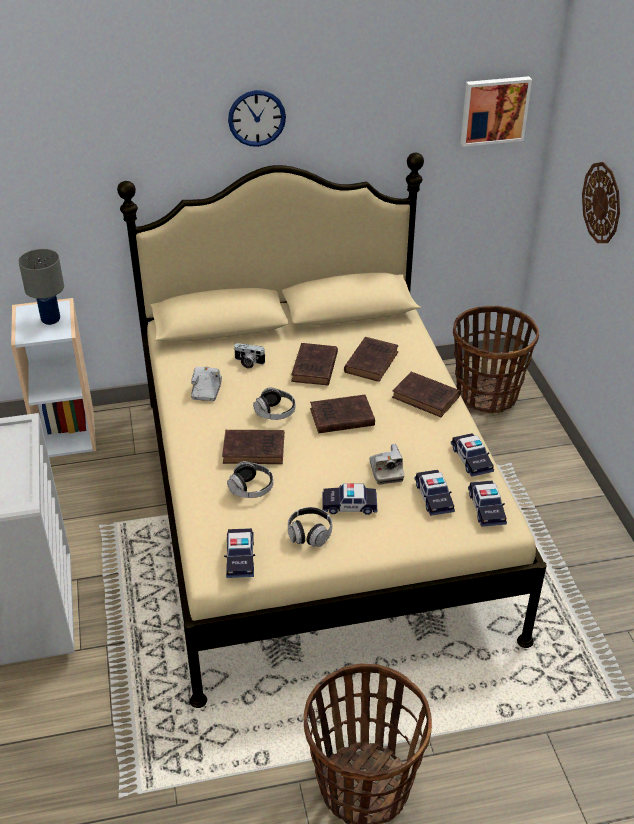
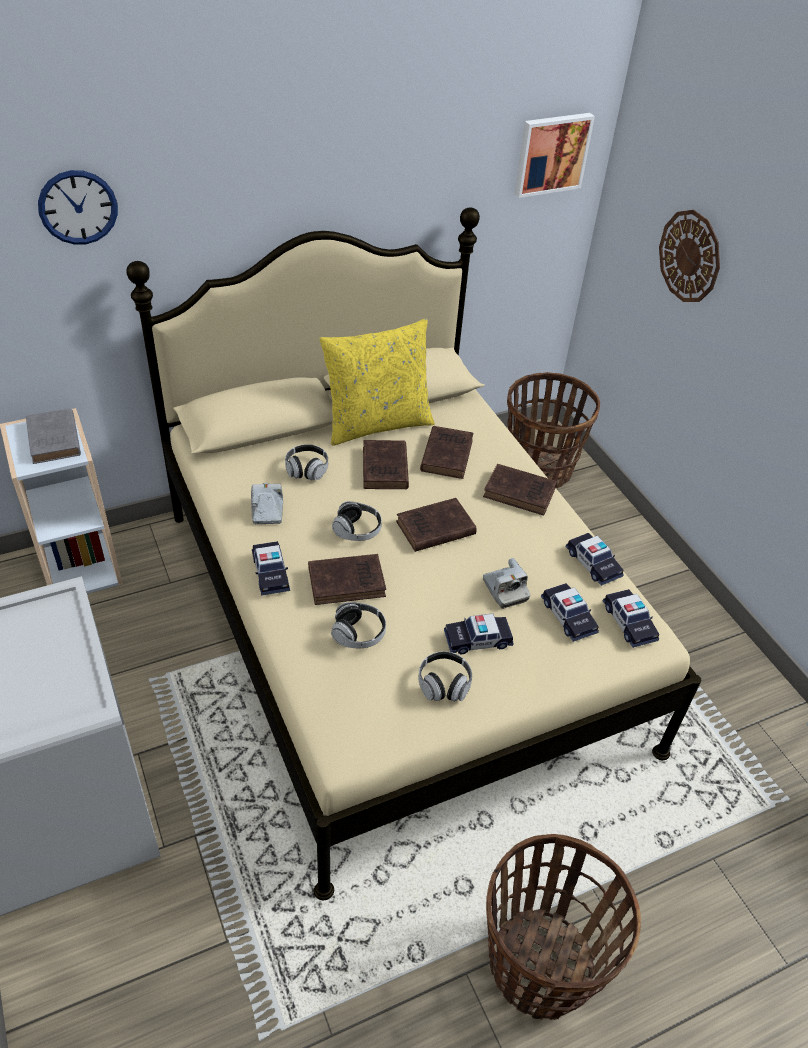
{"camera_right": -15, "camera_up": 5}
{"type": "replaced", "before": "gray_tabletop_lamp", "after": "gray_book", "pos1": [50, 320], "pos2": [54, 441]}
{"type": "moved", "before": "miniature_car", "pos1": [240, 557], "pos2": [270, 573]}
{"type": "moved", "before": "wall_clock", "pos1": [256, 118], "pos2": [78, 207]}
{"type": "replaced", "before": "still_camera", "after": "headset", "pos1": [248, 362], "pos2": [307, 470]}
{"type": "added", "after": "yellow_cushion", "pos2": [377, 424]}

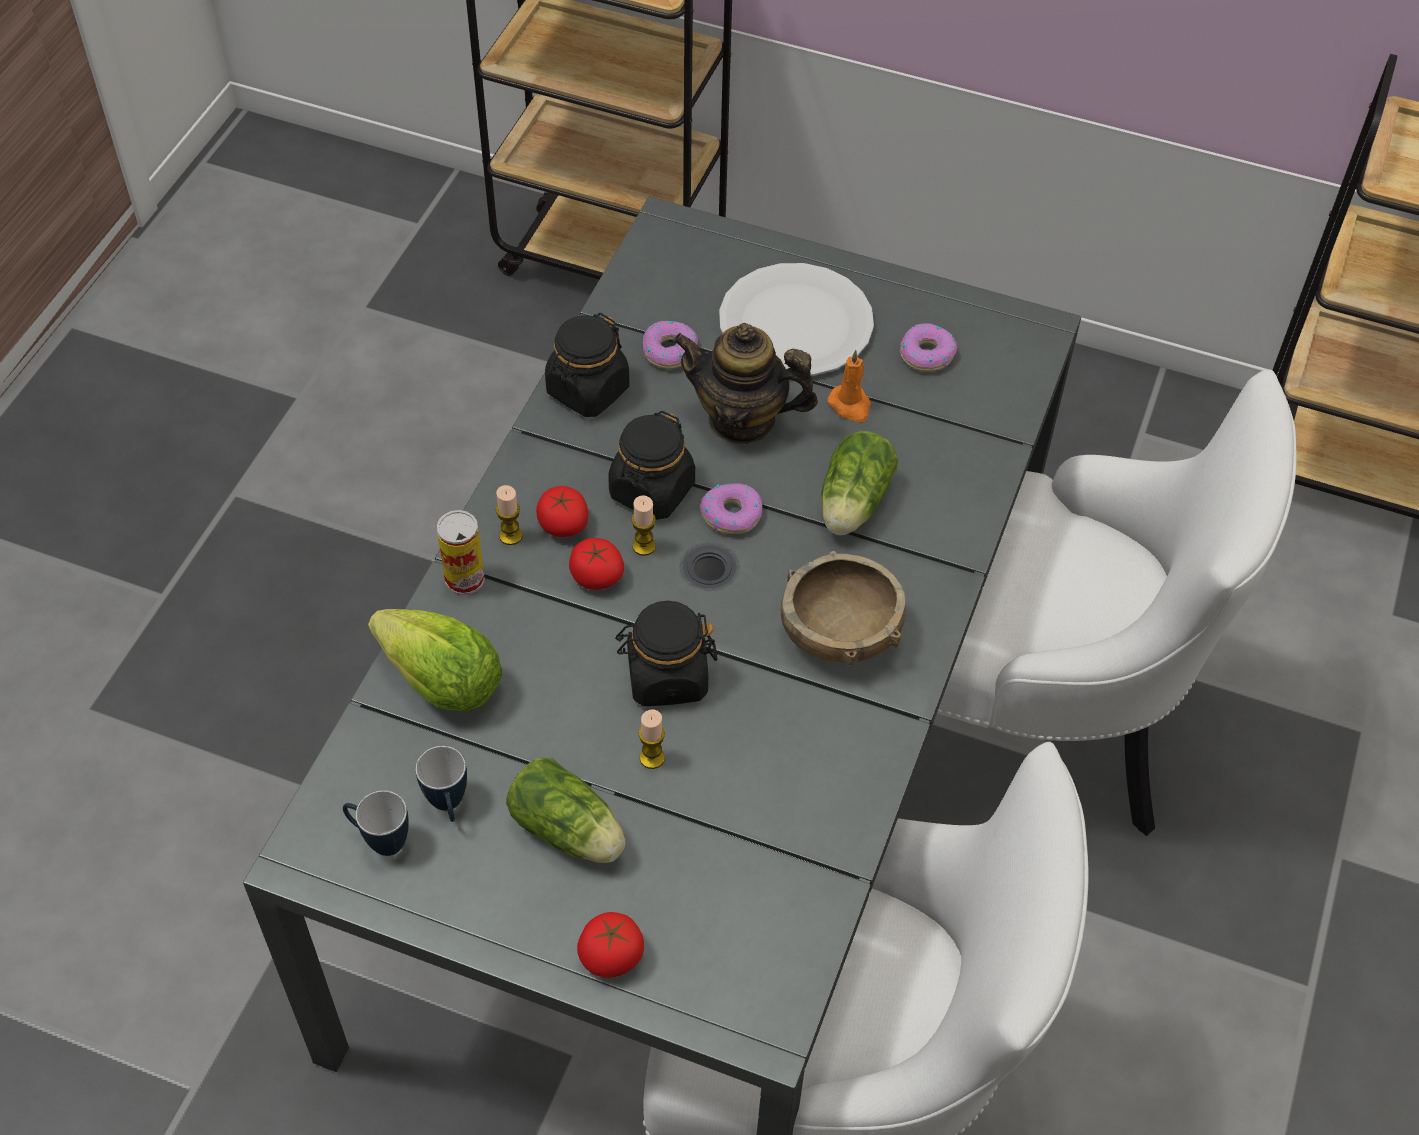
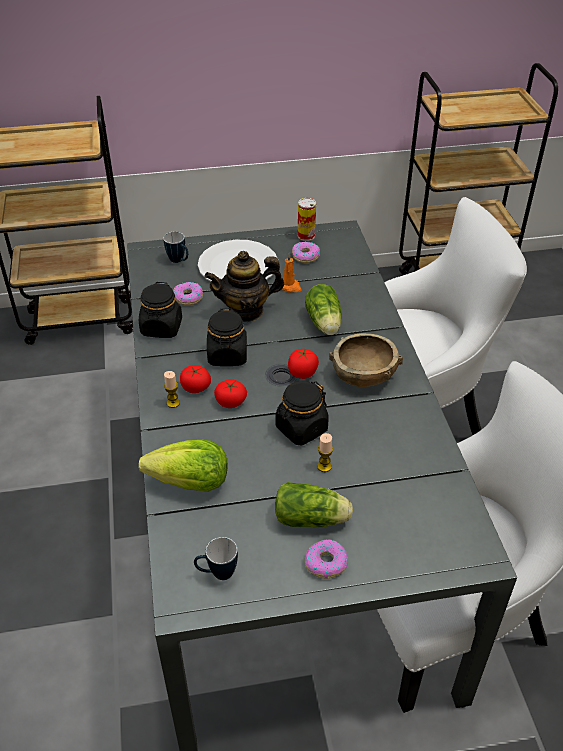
{"camera_right": -30, "camera_up": -10}
{"type": "moved", "before": "coffee_mug", "pos1": [448, 807], "pos2": [179, 261]}
{"type": "moved", "before": "sealed_can", "pos1": [464, 579], "pos2": [306, 236]}
{"type": "moved", "before": "whole_tomato", "pos1": [611, 957], "pos2": [302, 373]}
{"type": "removed", "before": "candle", "pos1": [644, 546]}
{"type": "moved", "before": "ring_doughnut", "pos1": [731, 514], "pos2": [326, 563]}

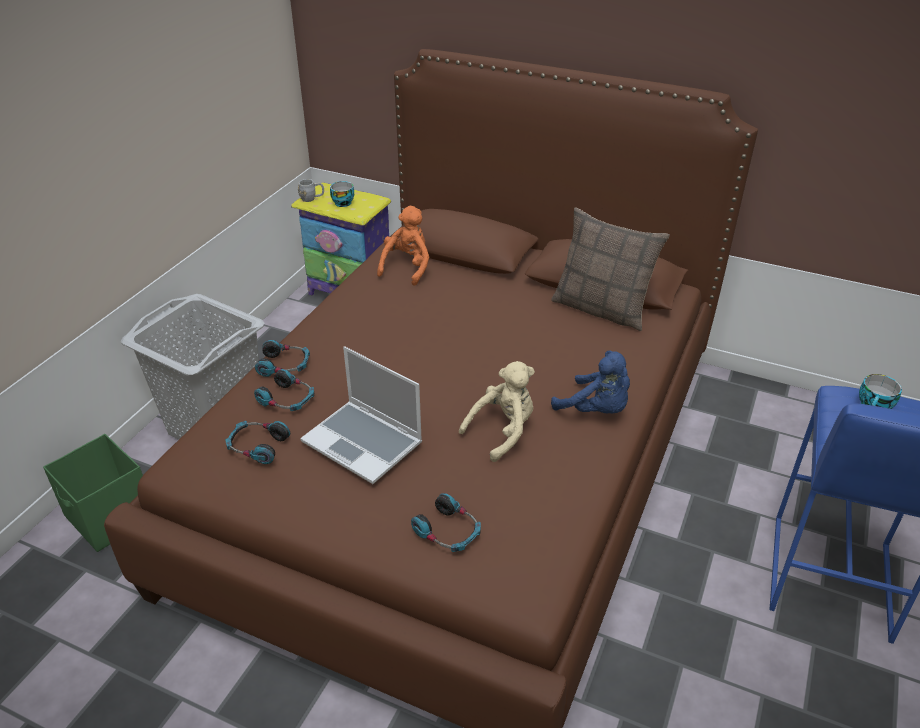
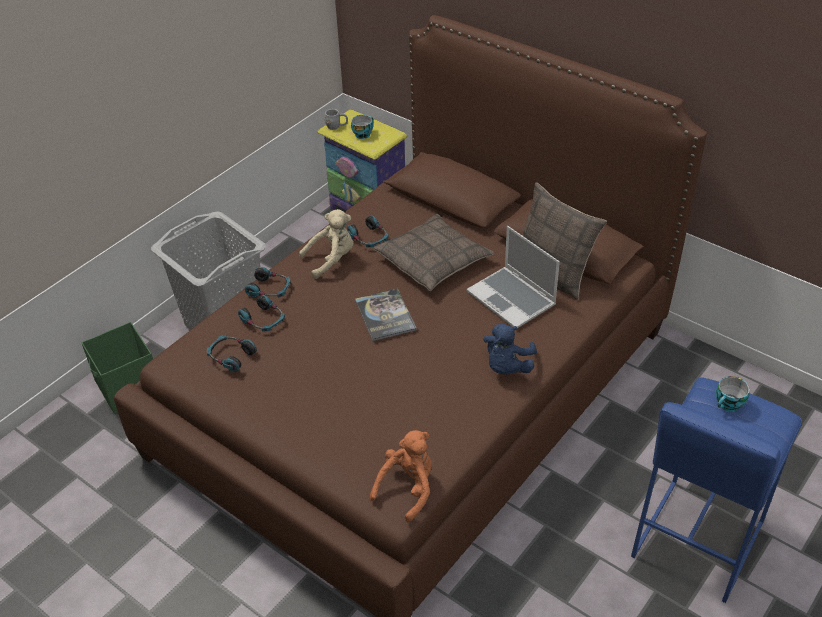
{"camera_right": 15, "camera_up": 5}
{"type": "moved", "before": "laptop", "pos1": [364, 443], "pos2": [512, 299]}
{"type": "moved", "before": "orangey_soft_toy", "pos1": [407, 267], "pos2": [408, 488]}
{"type": "moved", "before": "headset", "pos1": [448, 532], "pos2": [369, 238]}
{"type": "moved", "before": "beige_soft_toy", "pos1": [503, 431], "pos2": [331, 260]}
{"type": "turned", "before": "bluish_soft_toy", "pos1": [596, 410], "pos2": [507, 367], "turn": 60}
{"type": "added", "after": "book", "pos2": [385, 315]}
{"type": "added", "after": "cushion", "pos2": [433, 260]}

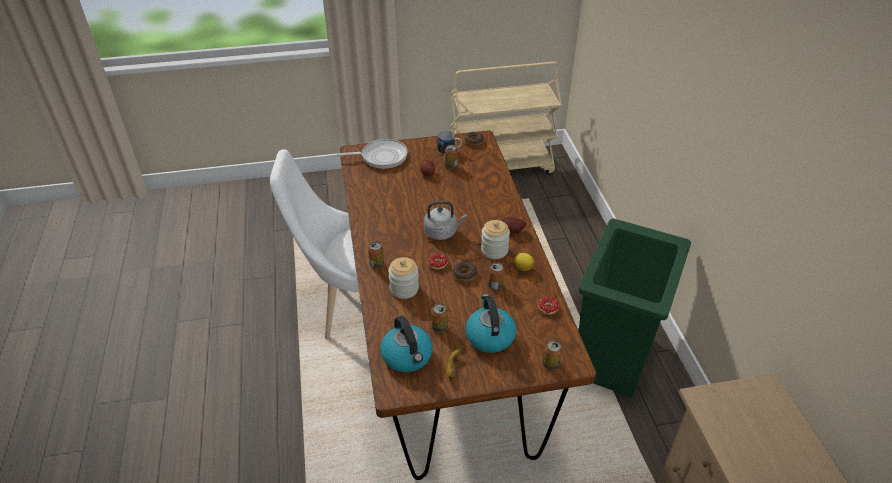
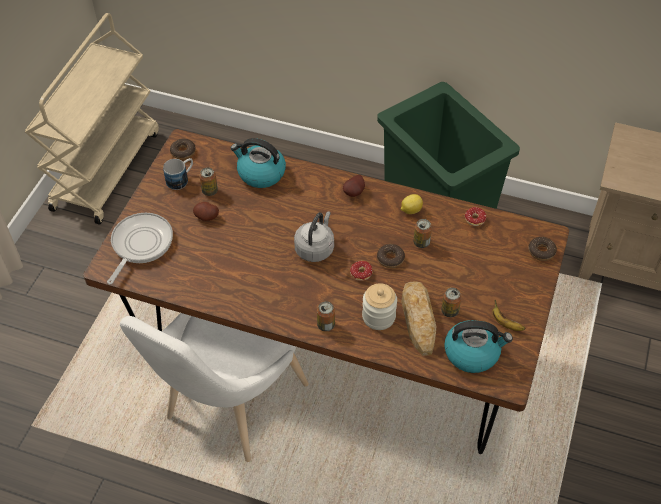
{"camera_right": -60, "camera_up": 10}
{"type": "moved", "before": "water_kettle", "pos1": [489, 336], "pos2": [260, 173]}
{"type": "removed", "before": "preserve_jar", "pos1": [494, 250]}
{"type": "replaced", "before": "sealed_can", "after": "ring_doughnut", "pos1": [551, 364], "pos2": [541, 251]}
{"type": "added", "after": "baked_bread", "pos2": [418, 320]}

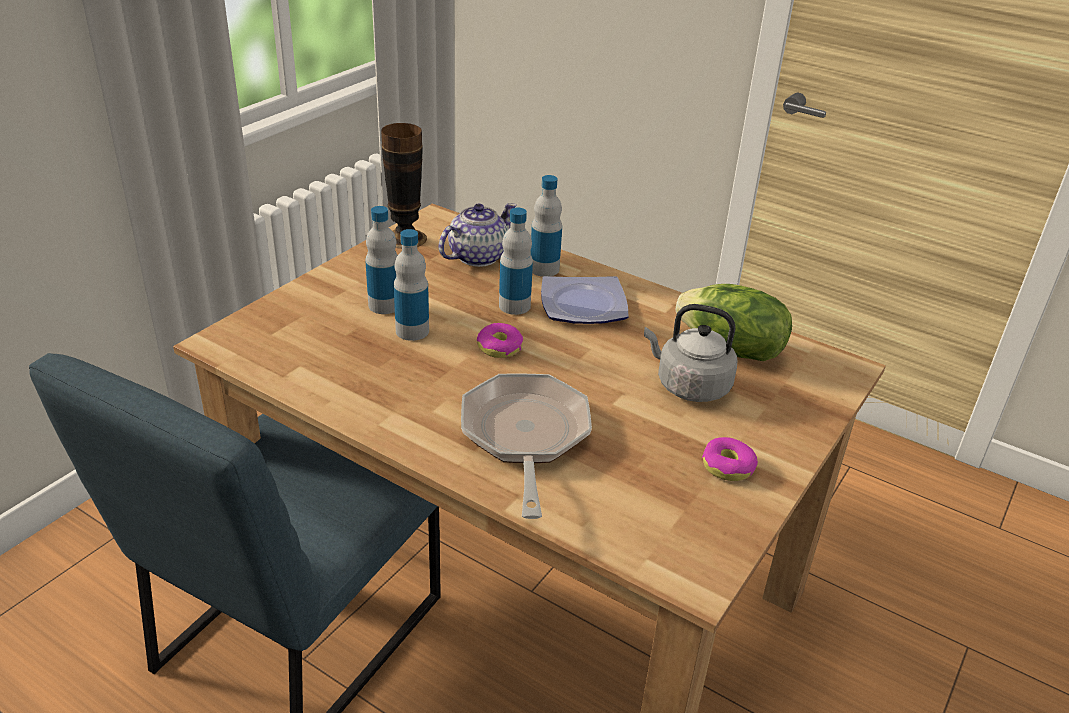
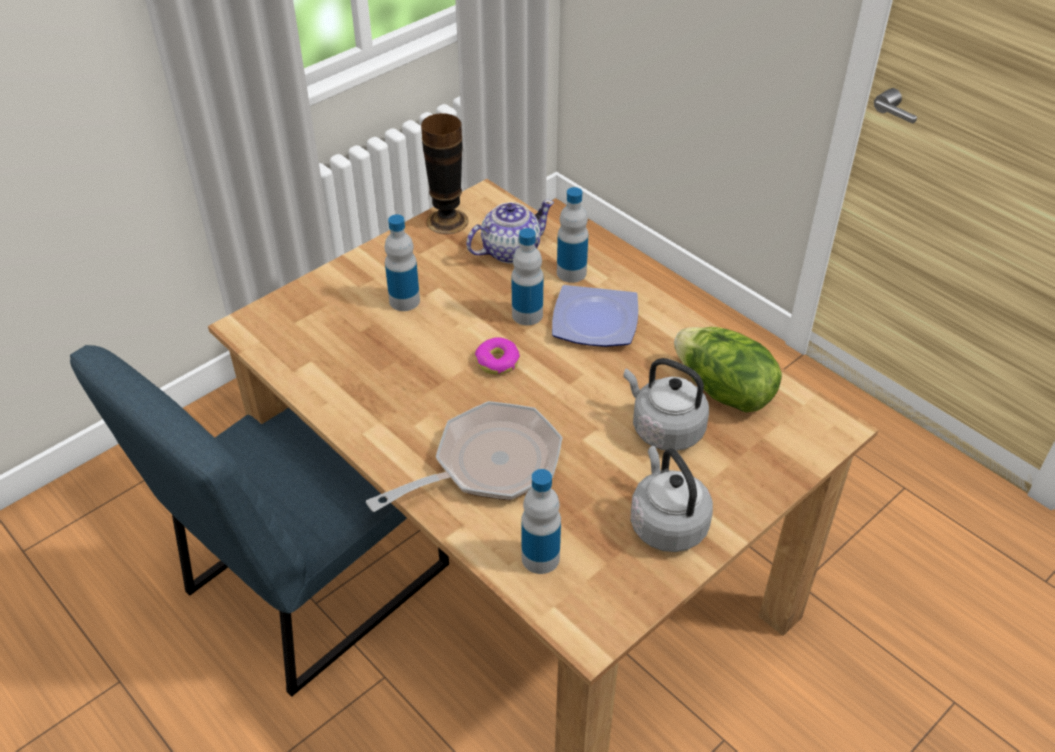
{"camera_right": 15, "camera_up": 10}
{"type": "moved", "before": "beverage_bottle", "pos1": [412, 331], "pos2": [540, 558]}
{"type": "turned", "before": "pan", "pos1": [525, 437], "pos2": [488, 465], "turn": 45}
{"type": "replaced", "before": "ring_doughnut", "after": "gray_water_kettle", "pos1": [728, 466], "pos2": [666, 523]}

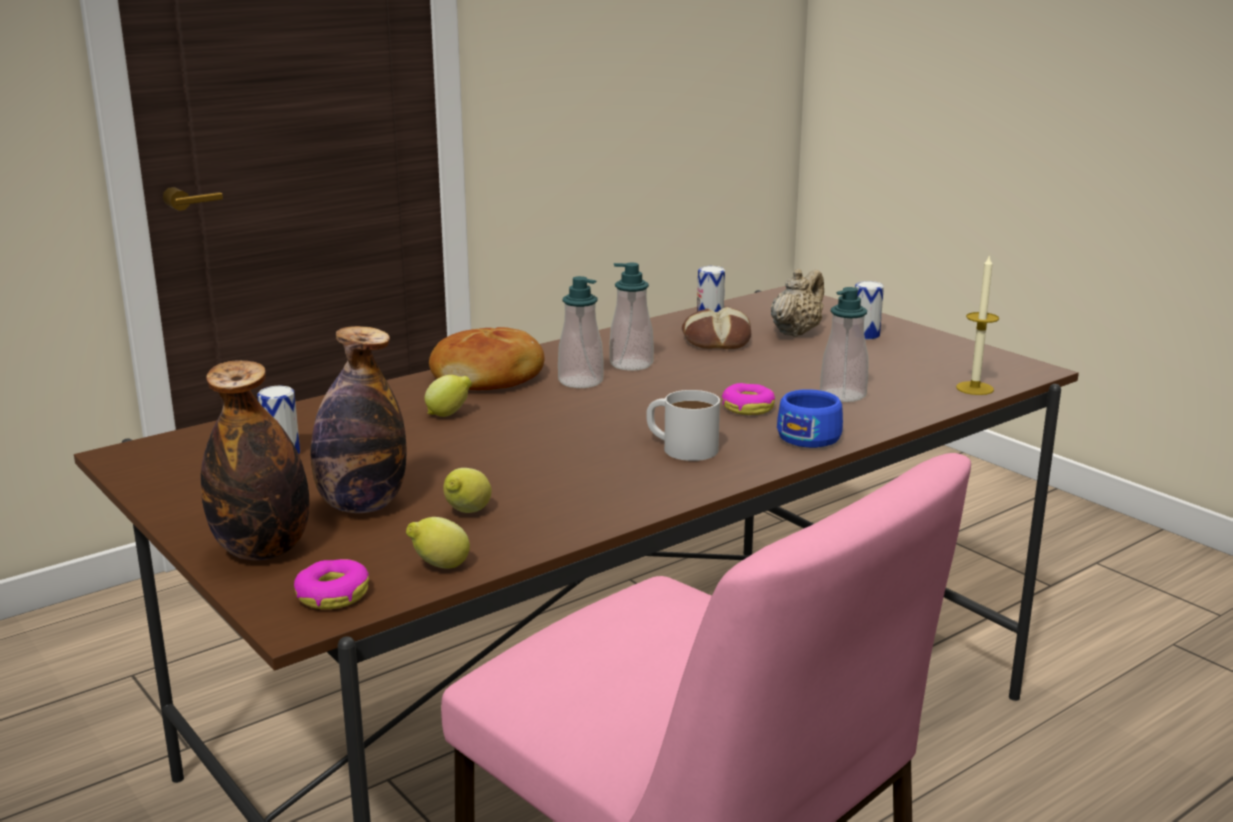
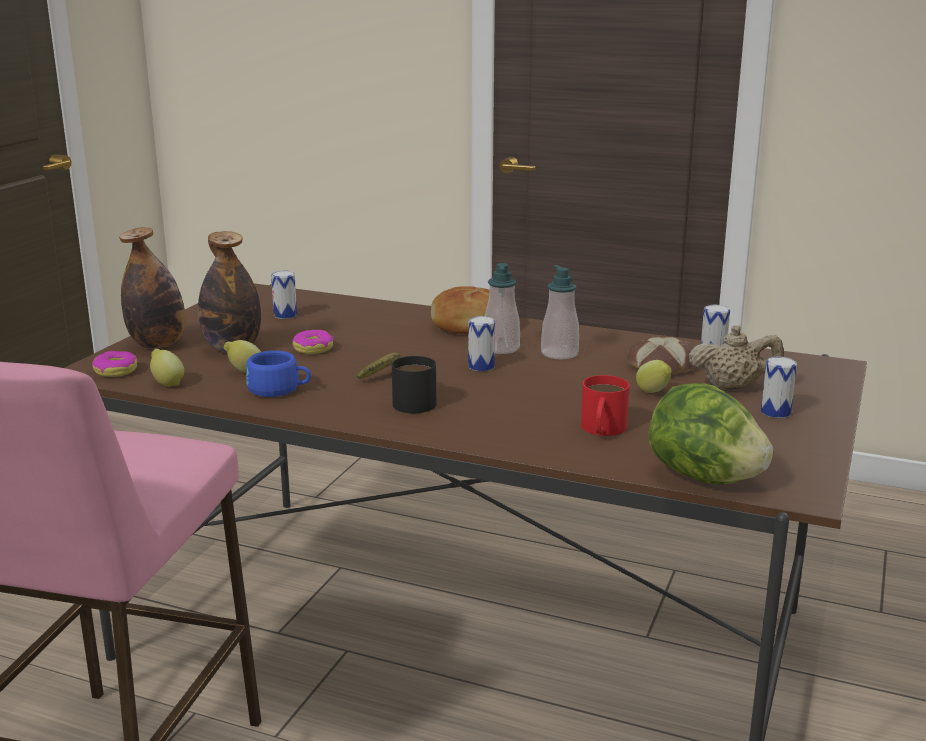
{"camera_right": 60, "camera_up": 0}
{"type": "moved", "before": "lemon", "pos1": [449, 414], "pos2": [653, 392]}
{"type": "recoloured", "before": "white_coffee_mug", "after": "blackish_coffee_mug", "pos1": [681, 447], "pos2": [415, 400]}
{"type": "moved", "before": "ring_doughnut", "pos1": [748, 407], "pos2": [313, 348]}
{"type": "moved", "before": "bluish_cup", "pos1": [812, 435], "pos2": [279, 390]}
{"type": "replaced", "before": "soap_bottle", "after": "red_coffee_mug", "pos1": [843, 395], "pos2": [602, 430]}
{"type": "replaced", "before": "candle", "after": "lettuce_head", "pos1": [974, 388], "pos2": [703, 477]}
{"type": "added", "after": "banana_fruit", "pos2": [384, 373]}
{"type": "added", "after": "sealed_can", "pos2": [481, 366]}

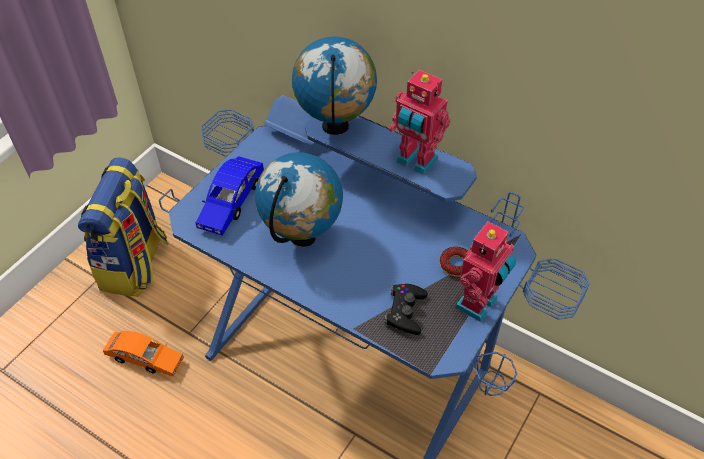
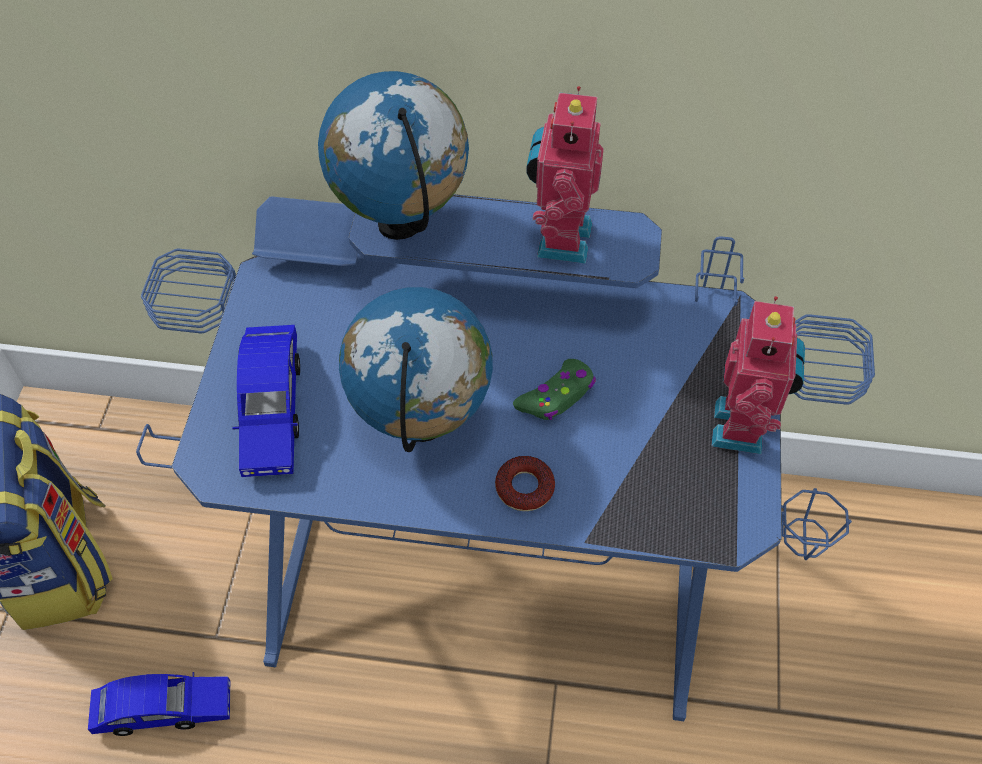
{"camera_right": -25, "camera_up": 5}
{"type": "recoloured", "before": "orangey_miniature_car", "after": "bluish_miniature_car", "pos1": [145, 358], "pos2": [164, 710]}
{"type": "removed", "before": "blackish_game_controller", "pos1": [405, 312]}
{"type": "turned", "before": "model_robot", "pos1": [415, 161], "pos2": [559, 239], "turn": 90}
{"type": "moved", "before": "ring_doughnut", "pos1": [456, 264], "pos2": [524, 487]}
{"type": "added", "after": "green_game_controller", "pos2": [557, 396]}

